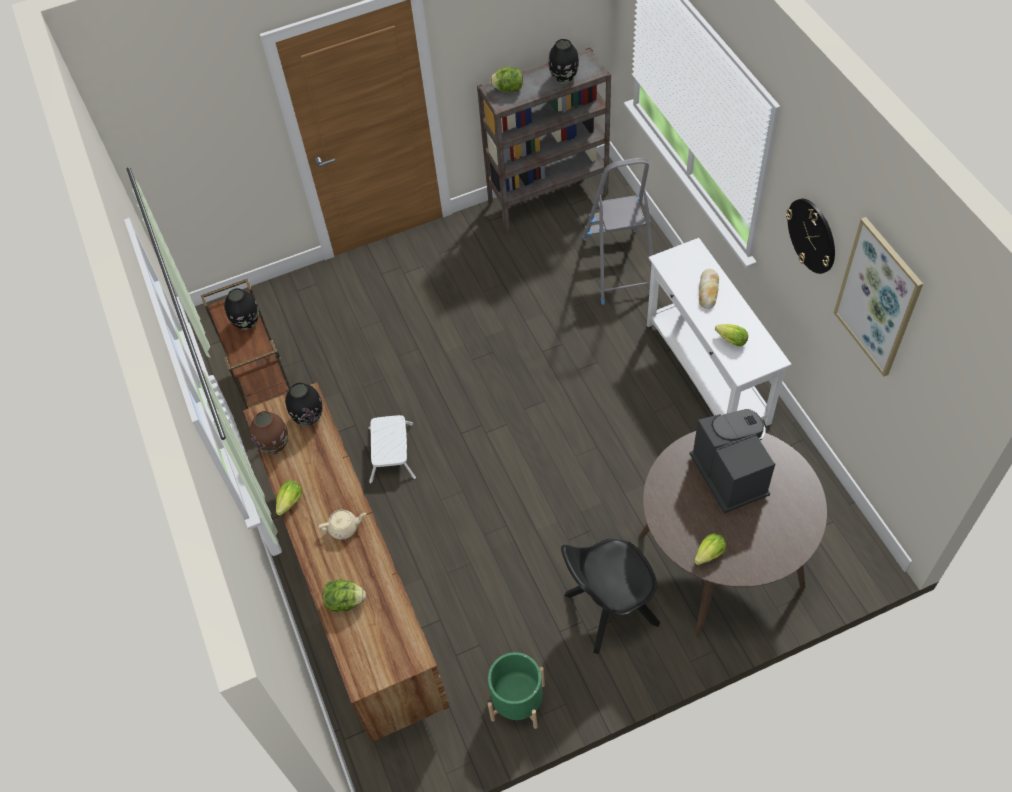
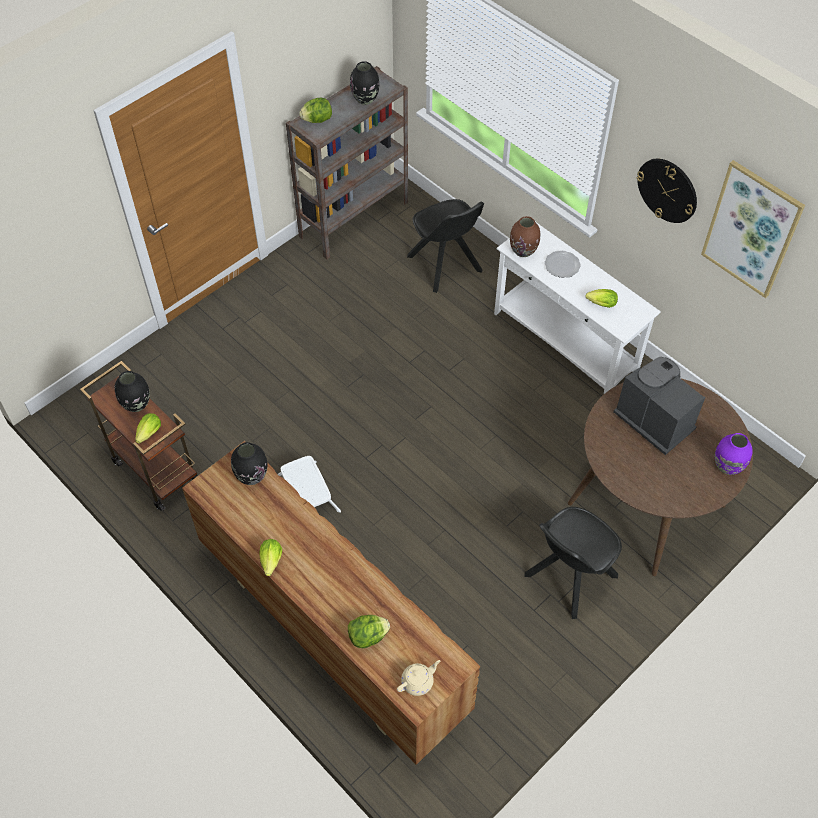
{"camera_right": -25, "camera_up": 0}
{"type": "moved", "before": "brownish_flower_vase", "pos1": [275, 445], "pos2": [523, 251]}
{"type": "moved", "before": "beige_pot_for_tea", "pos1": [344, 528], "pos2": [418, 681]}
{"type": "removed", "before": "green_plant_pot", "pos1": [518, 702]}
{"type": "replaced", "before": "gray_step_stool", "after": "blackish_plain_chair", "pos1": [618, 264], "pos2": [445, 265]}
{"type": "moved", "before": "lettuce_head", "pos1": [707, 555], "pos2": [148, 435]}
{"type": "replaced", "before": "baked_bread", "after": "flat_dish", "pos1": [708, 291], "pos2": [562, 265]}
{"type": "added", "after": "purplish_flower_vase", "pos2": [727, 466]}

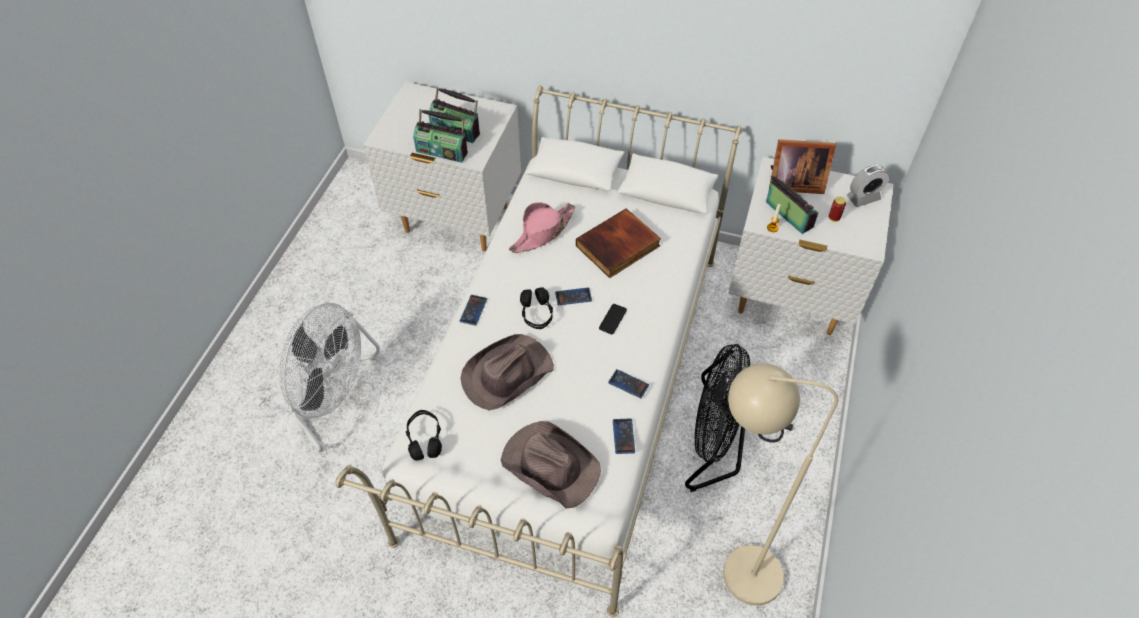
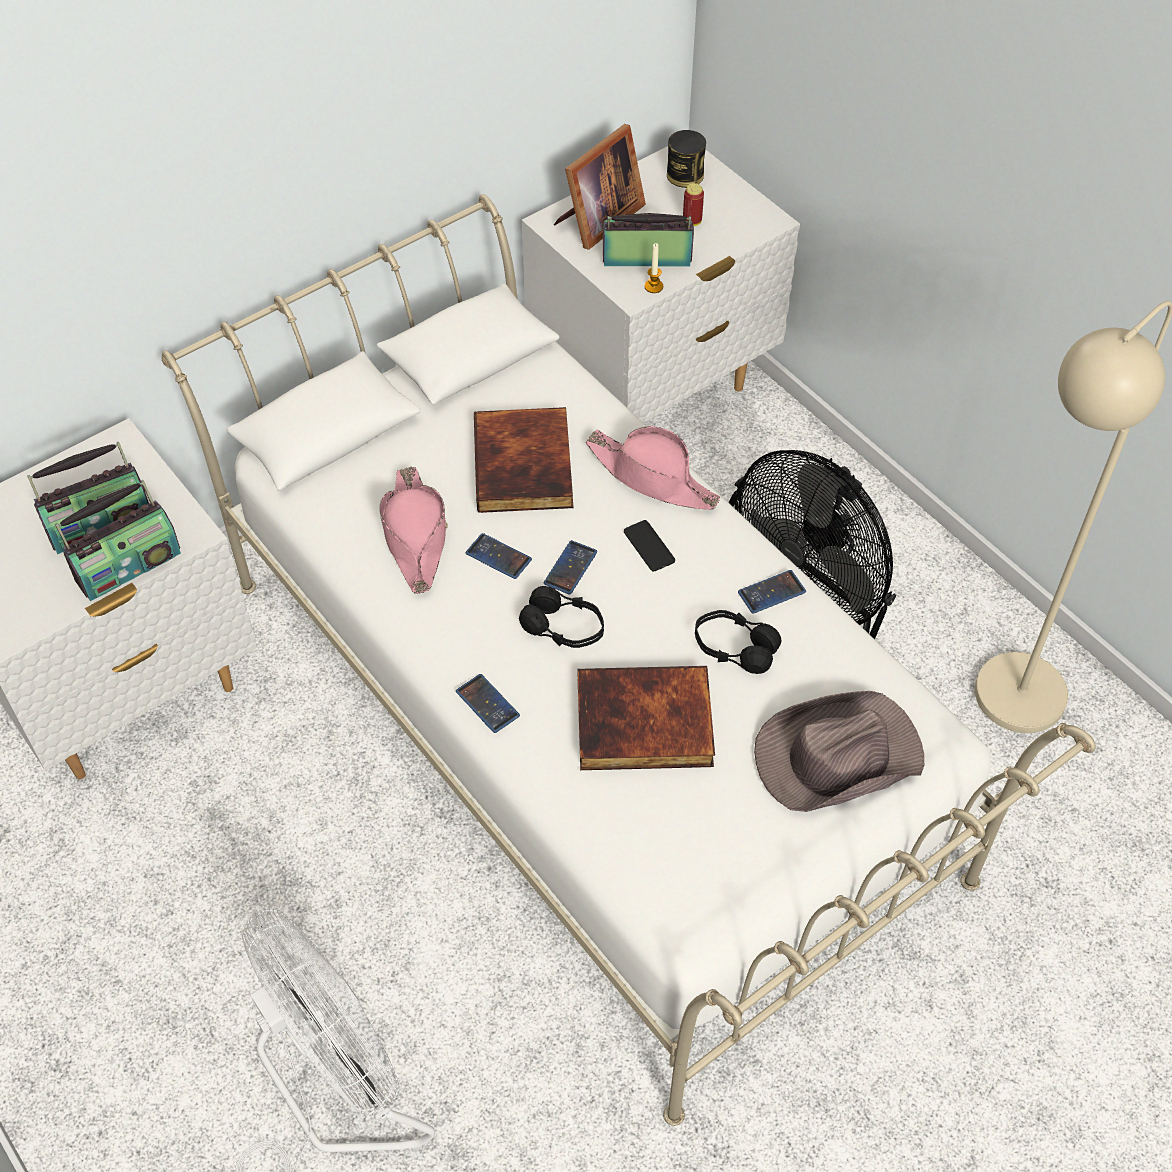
{"camera_right": -55, "camera_up": 0}
{"type": "moved", "before": "blackish_headset", "pos1": [425, 439], "pos2": [734, 649]}
{"type": "replaced", "before": "brownish_hat", "after": "book", "pos1": [506, 374], "pos2": [643, 725]}
{"type": "moved", "before": "phone", "pos1": [623, 436], "pos2": [498, 556]}
{"type": "replaced", "before": "alarm_clock", "after": "sealed_can", "pos1": [863, 198], "pos2": [685, 175]}
{"type": "added", "after": "pinkish_hat", "pos2": [652, 477]}

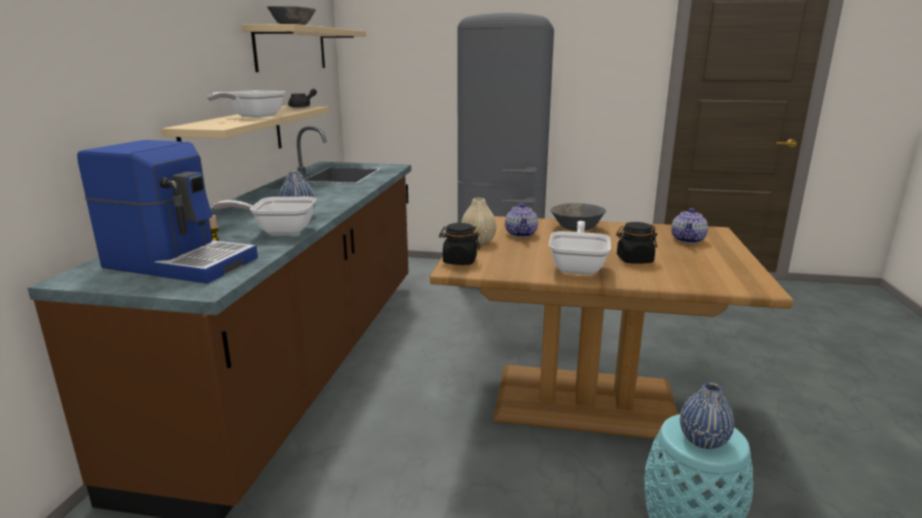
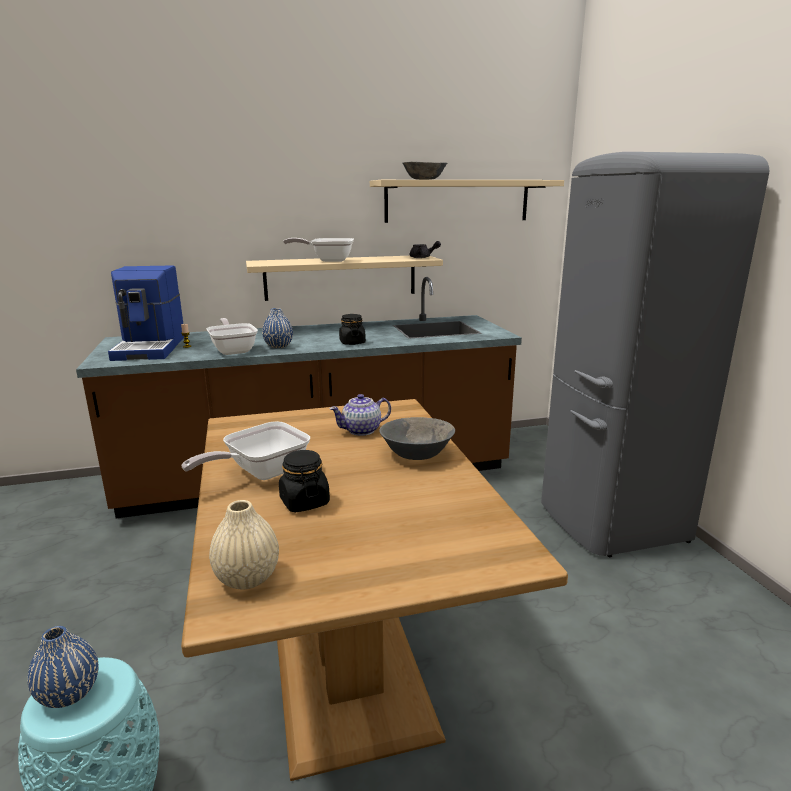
{"camera_right": 65, "camera_up": 0}
{"type": "moved", "before": "blackish_preserve_jar", "pos1": [459, 261], "pos2": [352, 342]}
{"type": "moved", "before": "beige_flower_vase", "pos1": [478, 242], "pos2": [247, 578]}
{"type": "turned", "before": "pan", "pos1": [578, 266], "pos2": [260, 473], "turn": 150}
{"type": "removed", "before": "pot_for_tea", "pos1": [688, 240]}

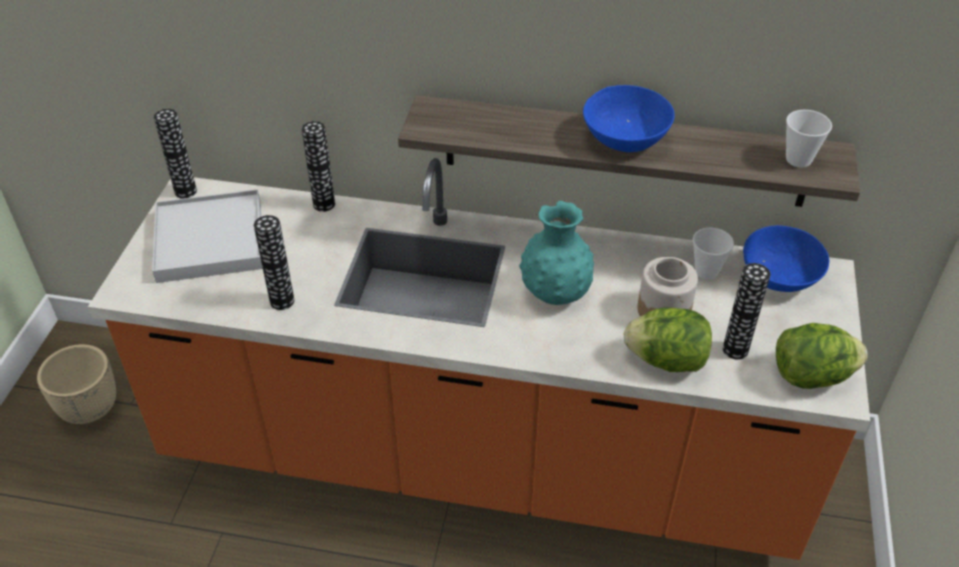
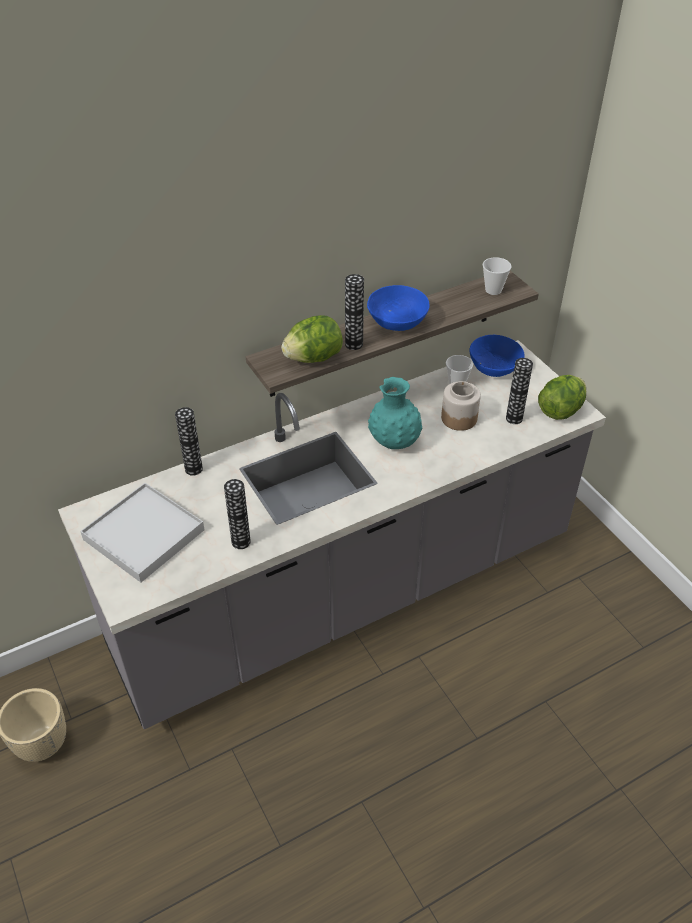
{"camera_right": -40, "camera_up": 0}
{"type": "recoloured", "before": "orangey_counter", "after": "gray_counter", "pos1": [479, 458], "pos2": [346, 593]}
{"type": "moved", "before": "flower_vase", "pos1": [185, 191], "pos2": [354, 344]}
{"type": "moved", "before": "lettuce_head", "pos1": [666, 360], "pos2": [313, 358]}

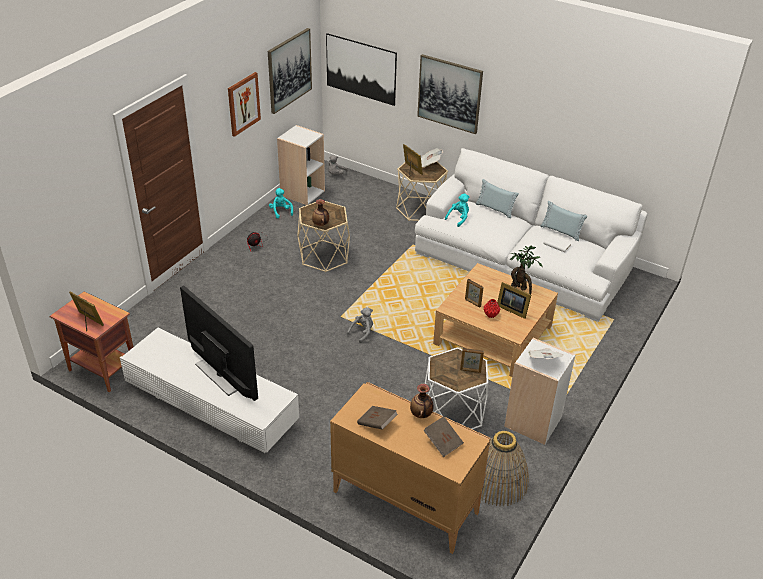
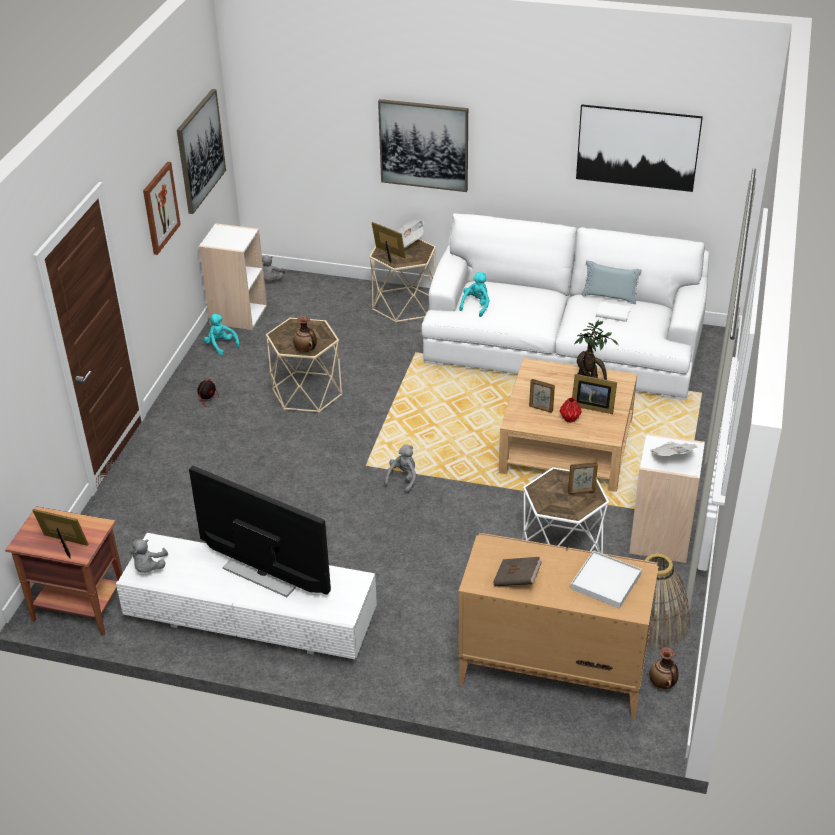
{"camera_right": -15, "camera_up": 0}
{"type": "moved", "before": "picture", "pos1": [361, 69], "pos2": [637, 148]}
{"type": "moved", "before": "flower_vase", "pos1": [421, 414], "pos2": [662, 683]}
{"type": "replaced", "before": "brownish_book", "after": "white_tray", "pos1": [443, 442], "pos2": [606, 582]}
{"type": "removed", "before": "bluish_cushion", "pos1": [495, 209]}
{"type": "added", "after": "gray_soft_toy", "pos2": [149, 567]}

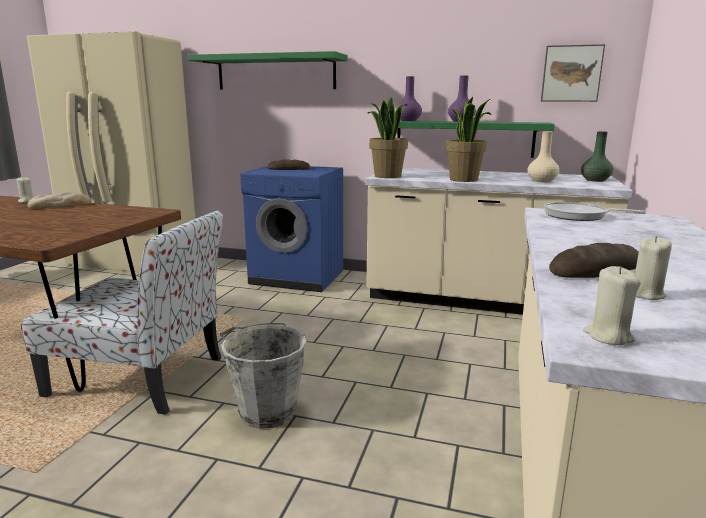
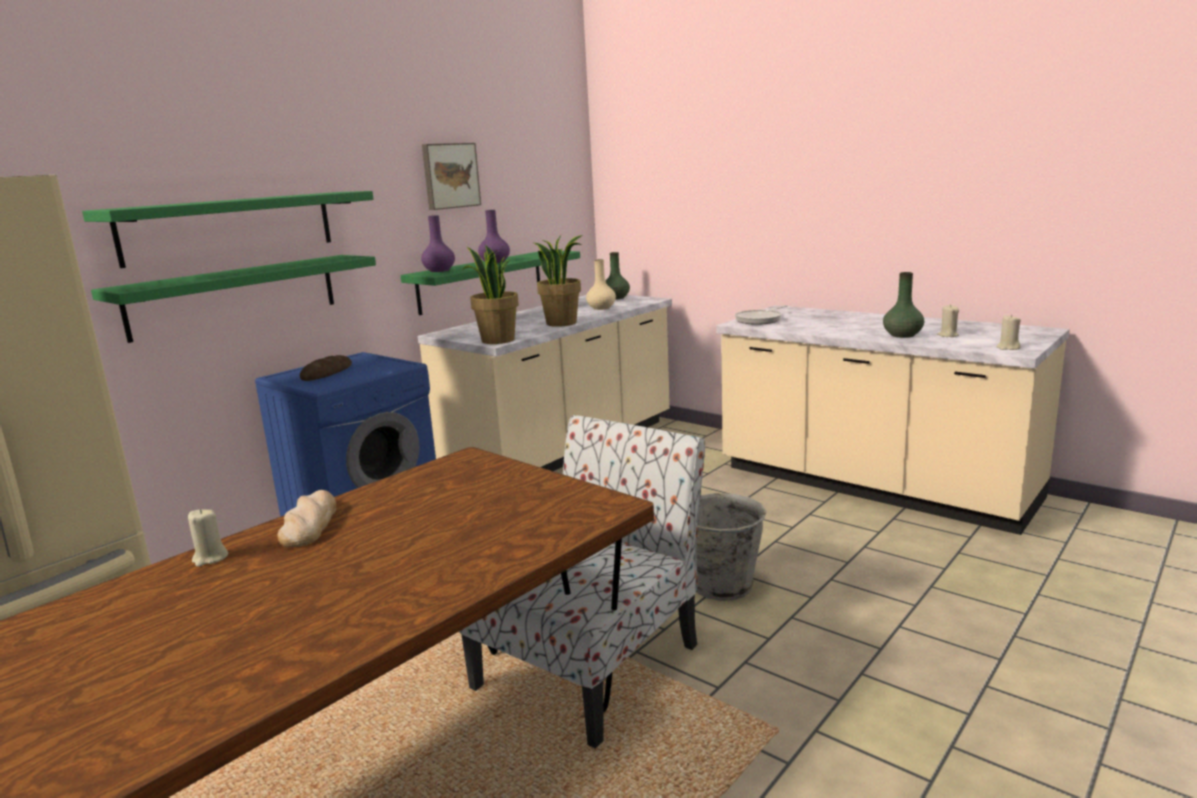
{"camera_right": -65, "camera_up": 0}
{"type": "moved", "before": "picture", "pos1": [571, 74], "pos2": [450, 176]}
{"type": "replaced", "before": "baked_bread", "after": "green_flower_vase", "pos1": [595, 269], "pos2": [902, 335]}
{"type": "added", "after": "green_shelf", "pos2": [235, 296]}

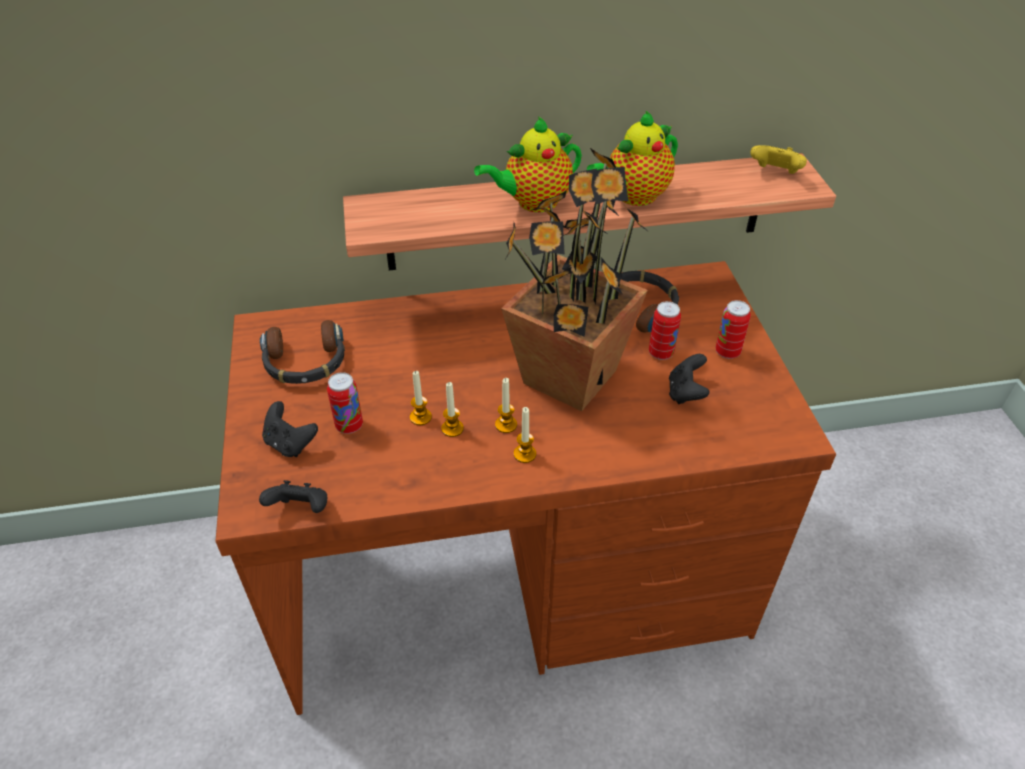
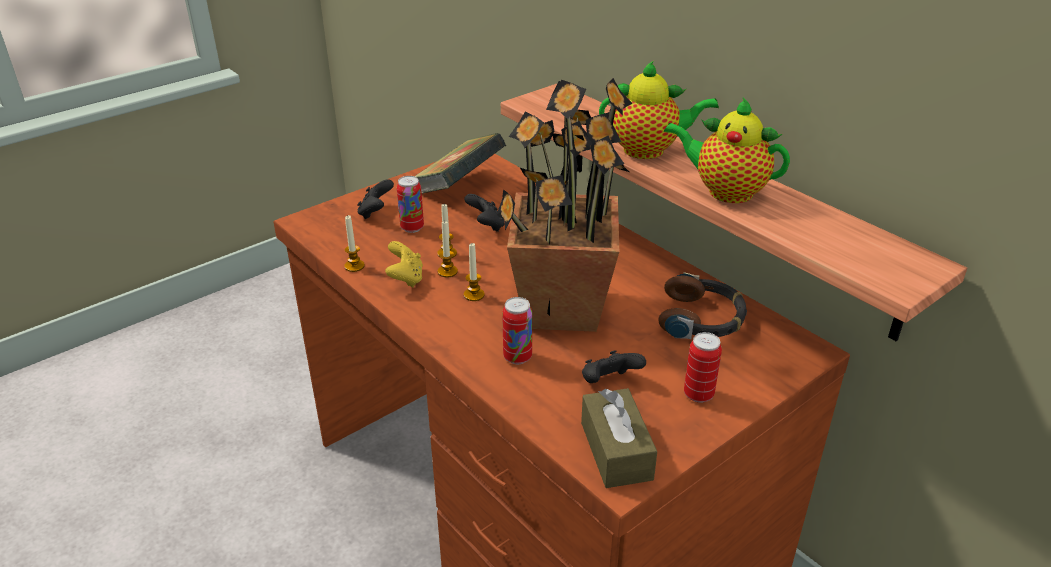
{"camera_right": 60, "camera_up": -10}
{"type": "moved", "before": "blackish_game_controller", "pos1": [301, 509], "pos2": [486, 226]}
{"type": "replaced", "before": "headset", "after": "book", "pos1": [305, 362], "pos2": [459, 187]}
{"type": "turned", "before": "pot_for_tea", "pos1": [533, 203], "pos2": [649, 150], "turn": 150}
{"type": "moved", "before": "candle", "pos1": [524, 454], "pos2": [354, 266]}
{"type": "moved", "before": "sealed_can", "pos1": [661, 353], "pos2": [517, 357]}
{"type": "moved", "before": "yellow_game_controller", "pos1": [775, 174], "pos2": [405, 278]}
{"type": "added", "after": "brownish_tissue_box", "pos2": [616, 451]}

